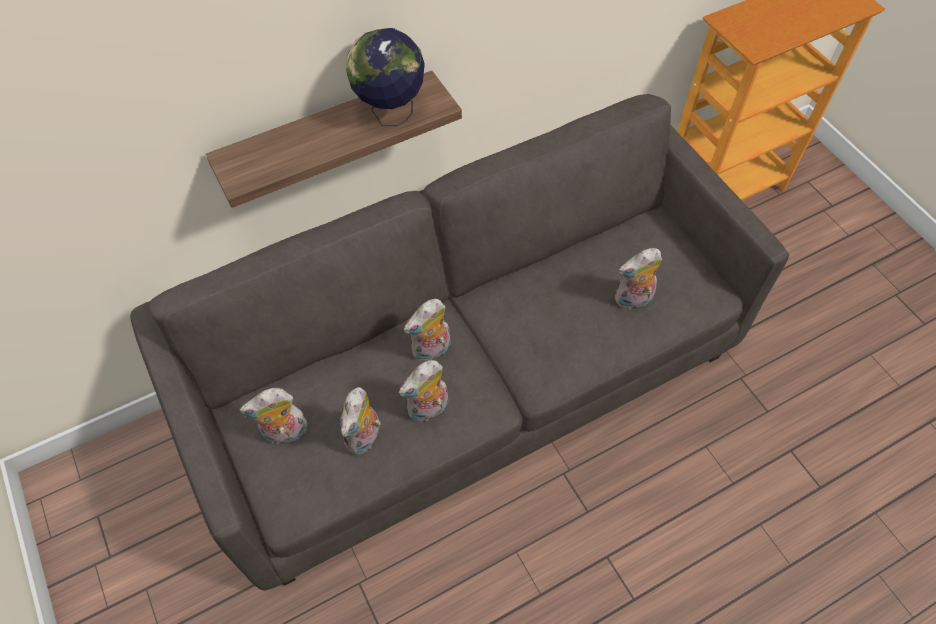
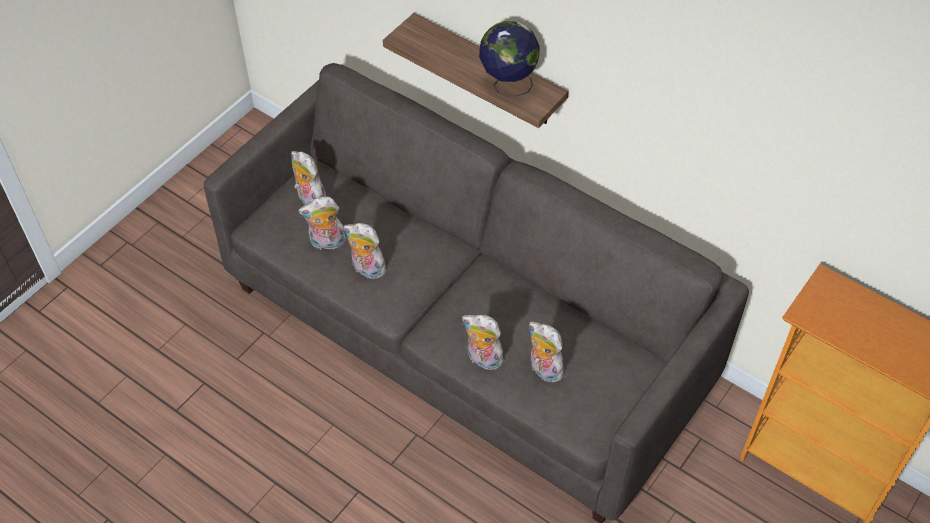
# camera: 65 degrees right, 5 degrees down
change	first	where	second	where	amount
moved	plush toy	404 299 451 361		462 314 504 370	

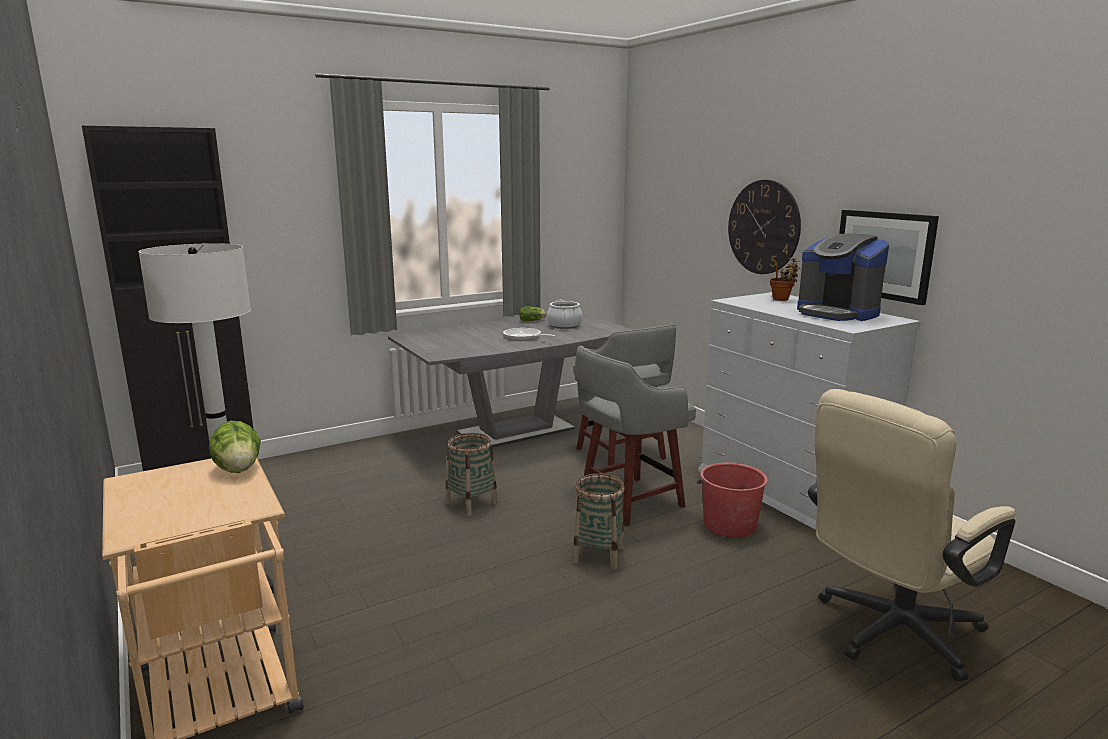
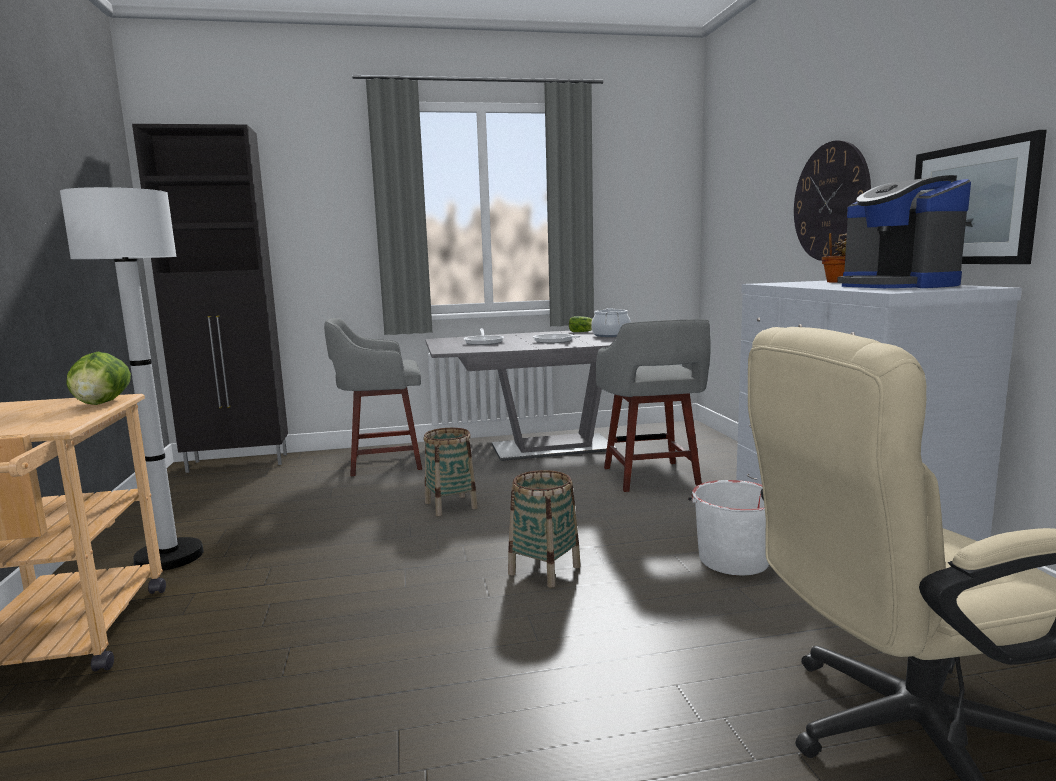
# camera: 20 degrees right, 5 degrees down
change	first	where	second	where	amount
moved	stool/grey	577 346 696 526		324 318 422 476	
recoloured	bucket/red	697 463 768 537	bucket/white	688 480 769 576	
added			frying pan	463 328 504 345	

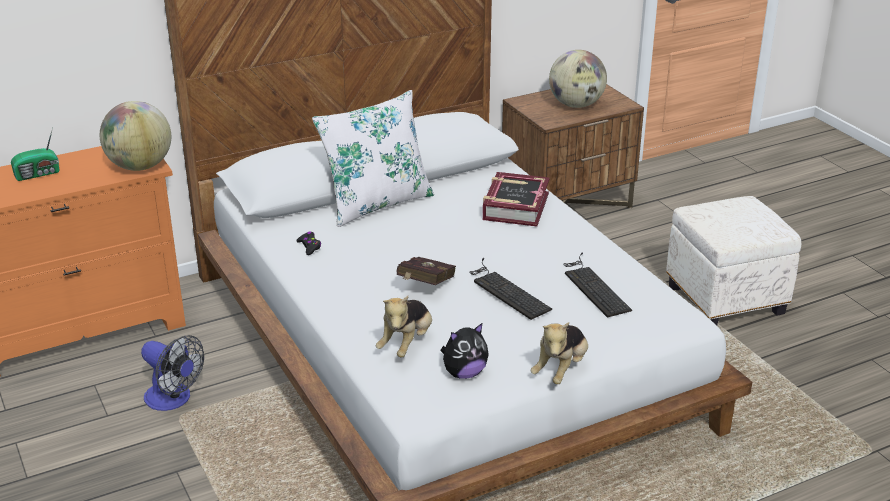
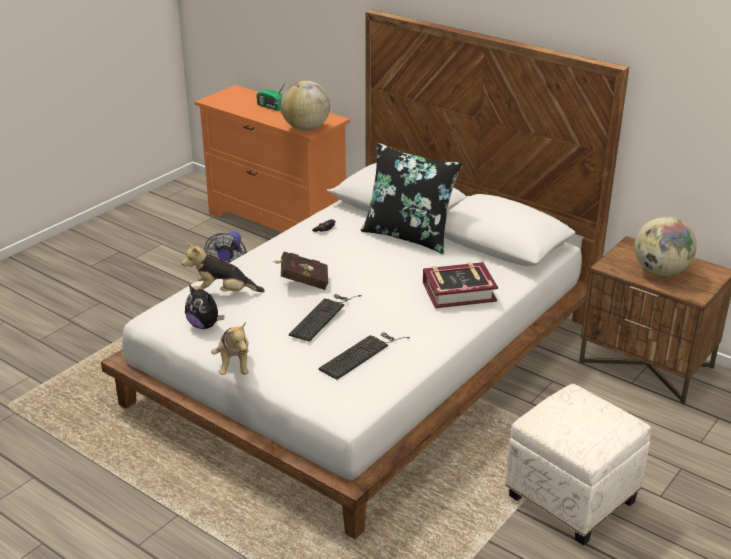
# camera: 65 degrees right, 0 degrees up
change	first	where	second	where	amount
recoloured	pillow/white	312 90 434 227	pillow/black	361 143 463 254	
turned	plush toy	531 322 588 384		211 321 249 375	105 degrees counterclockwise

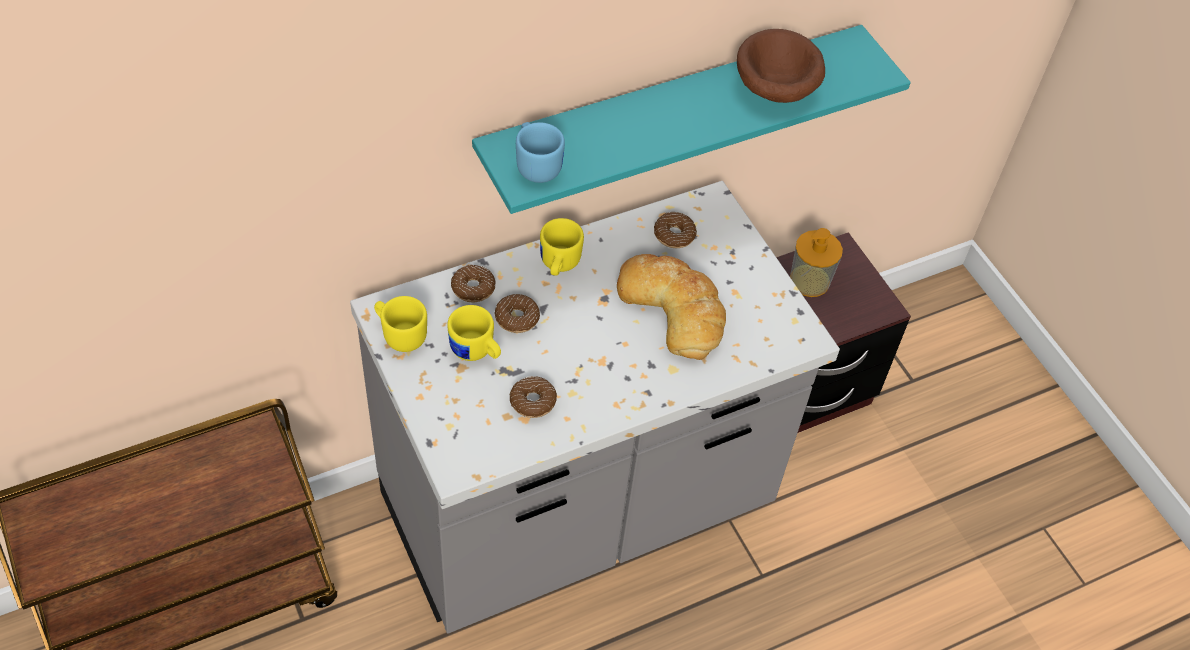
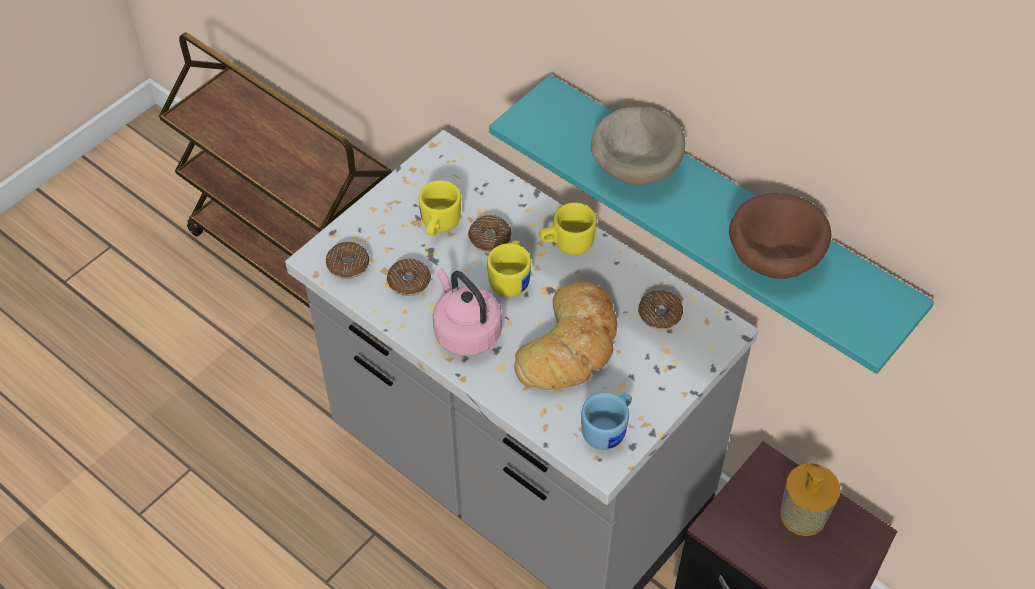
# camera: 70 degrees right, 0 degrees up
change	first	where	second	where	amount
moved	mug/yellow	374 296 427 352		487 241 531 297	
moved	donut	451 264 496 302		326 242 370 279	
moved	mug/blue	516 122 565 183		581 392 632 450	
added			kettle/pink	433 269 502 356	
added			bowl/beige	591 107 685 185	

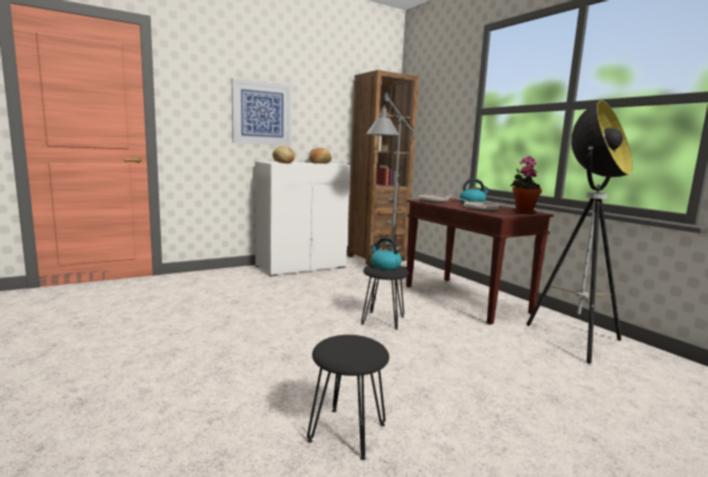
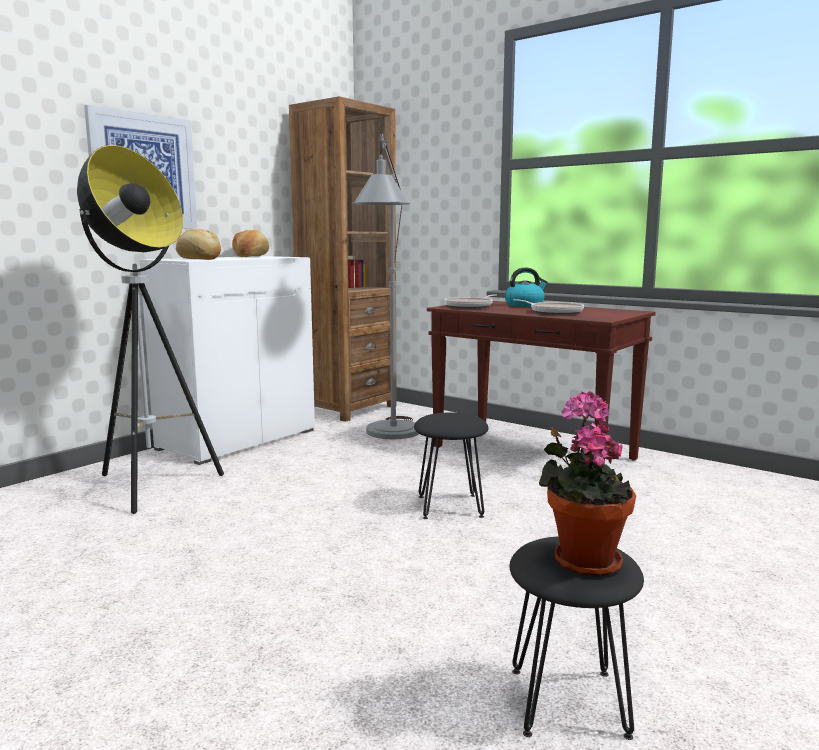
# camera: 20 degrees left, 0 degrees up
change	first	where	second	where	amount
removed	kettle	370 237 402 270			
moved	potted plant	511 156 542 214		539 391 636 577	
moved	floor lamp	527 100 633 364		77 145 224 514	

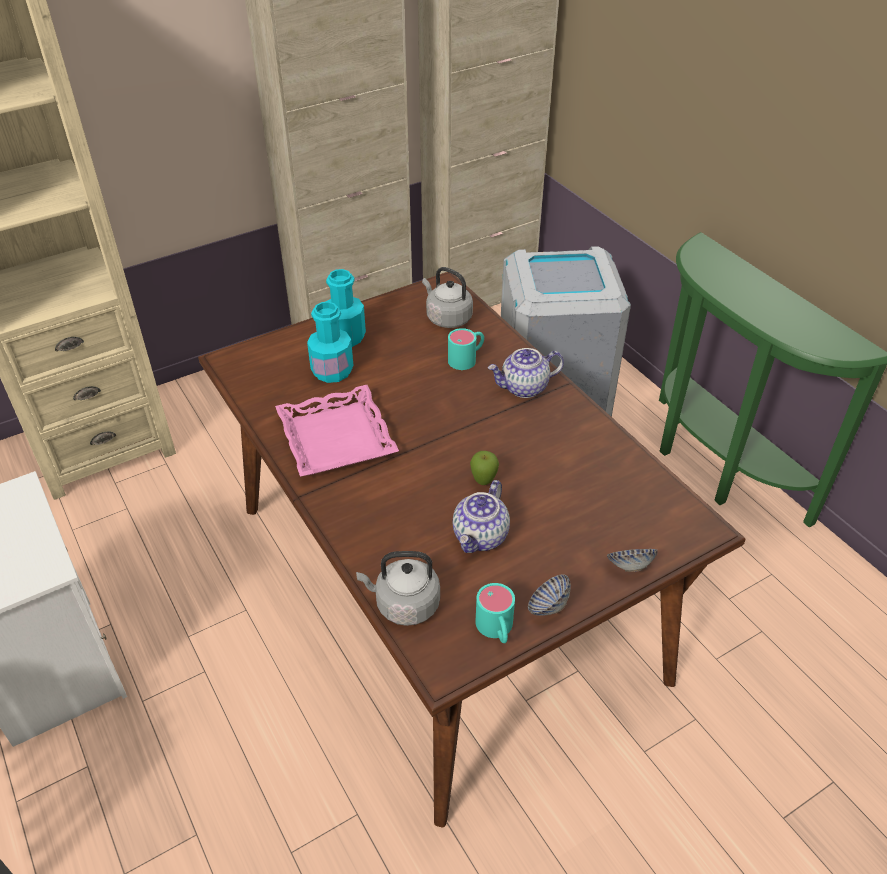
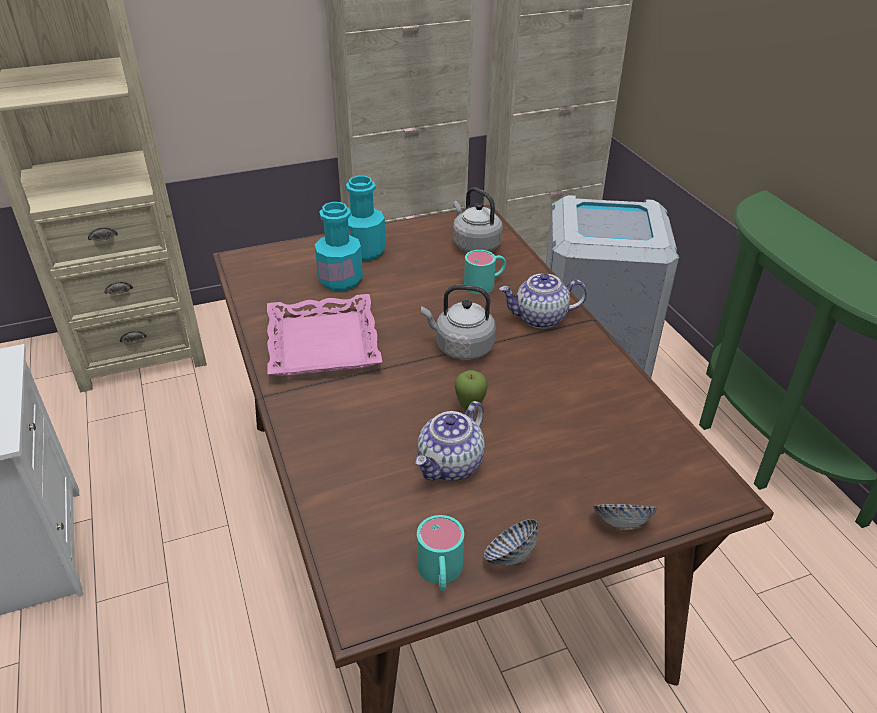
# camera: 10 degrees right, 5 degrees down
change	first	where	second	where	amount
moved	kettle/grey	356 551 440 626		421 285 496 360	

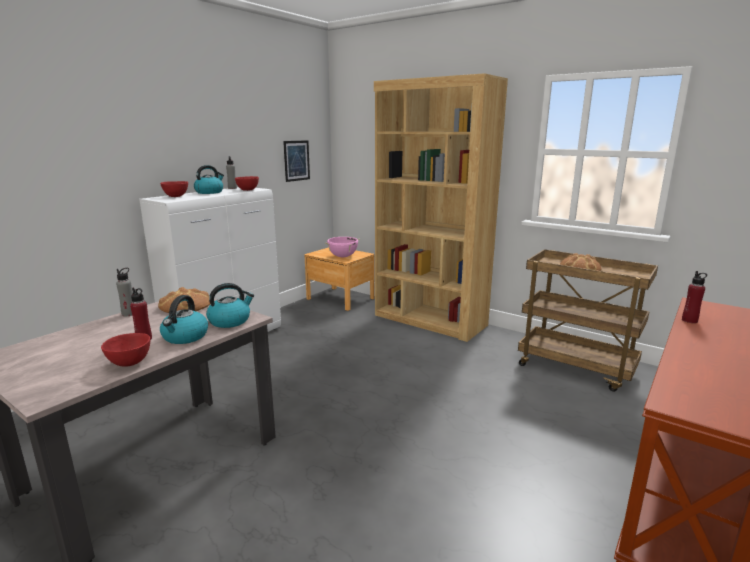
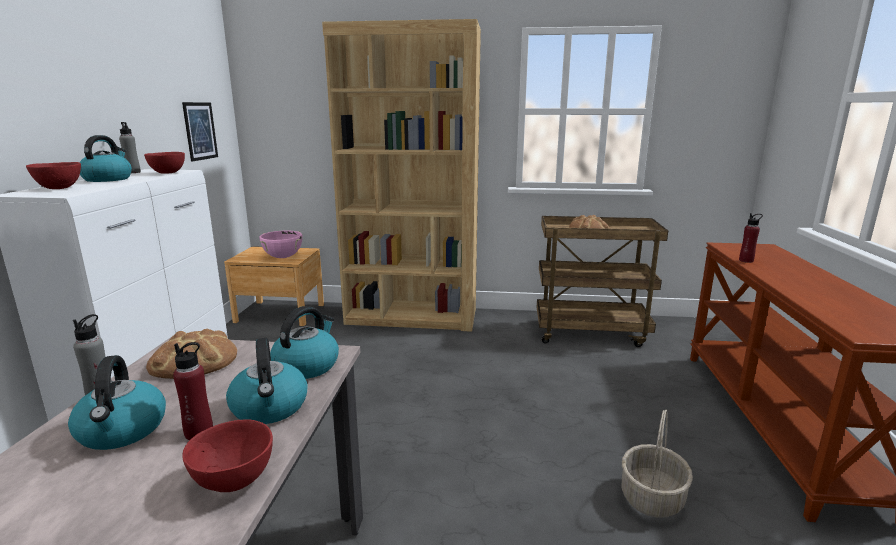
# camera: 30 degrees left, 0 degrees up
change	first	where	second	where	amount
added			kettle	68 355 166 450	
added			basket	622 409 693 518	

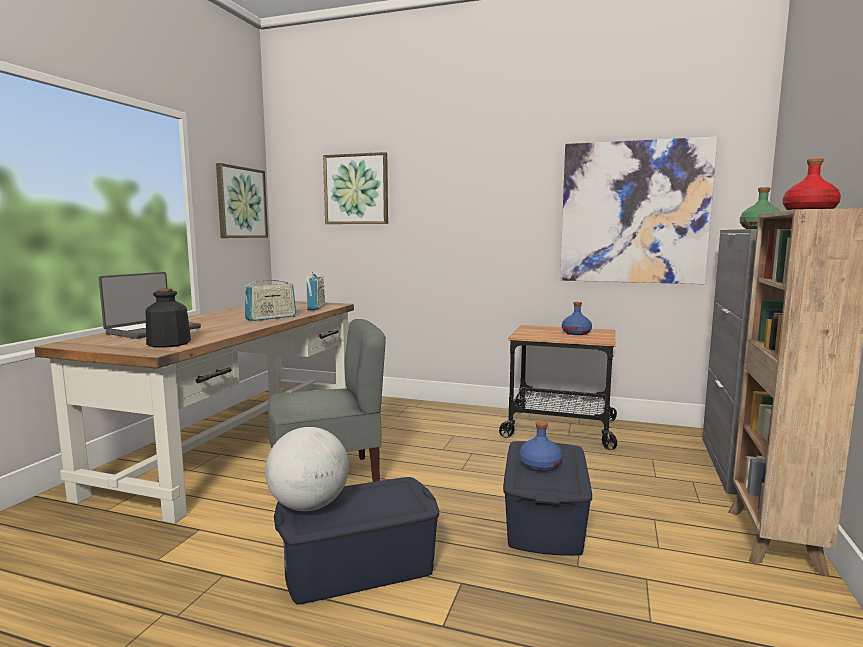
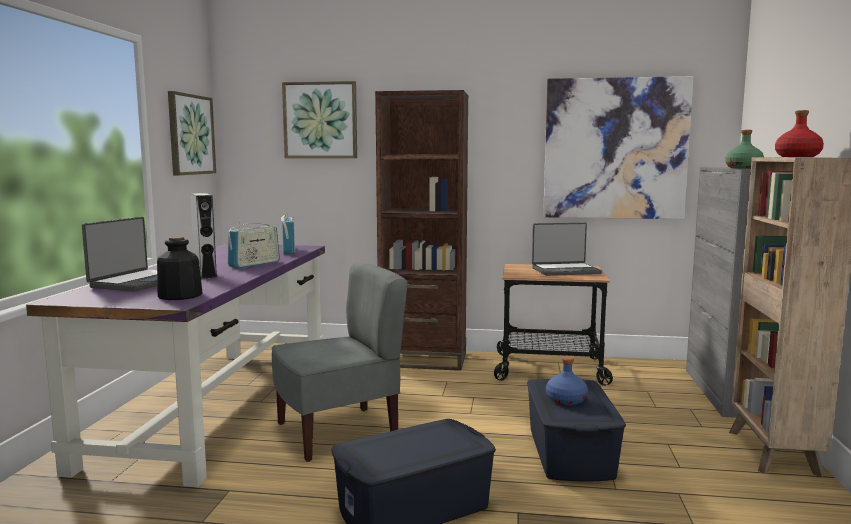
# camera: 10 degrees left, 0 degrees up
change	first	where	second	where	amount
recoloured	desk/brown	34 301 354 524	desk/purple	26 244 325 487	
removed	globe	265 427 349 511			
replaced	bottle/blue	562 302 592 335	laptop	532 222 602 276	
added			speaker/grey	190 193 217 279	
added			bookcase/brown	375 90 469 371	

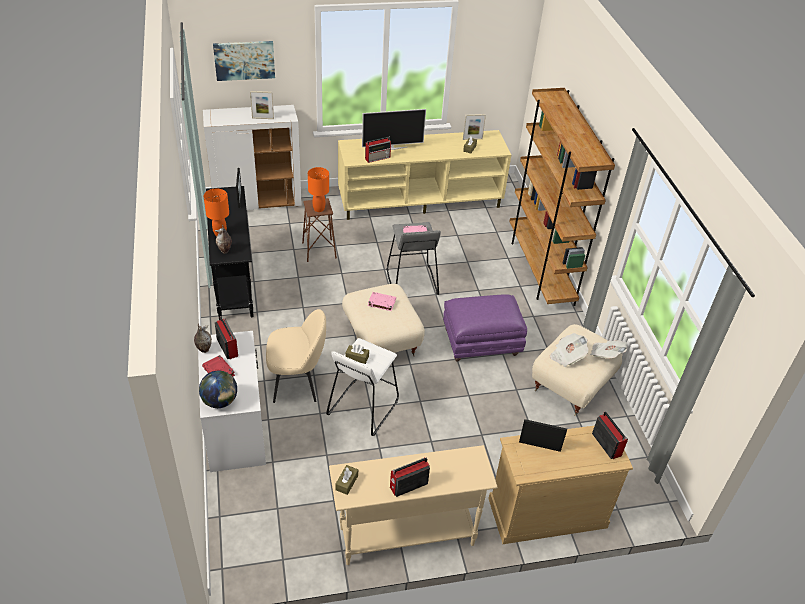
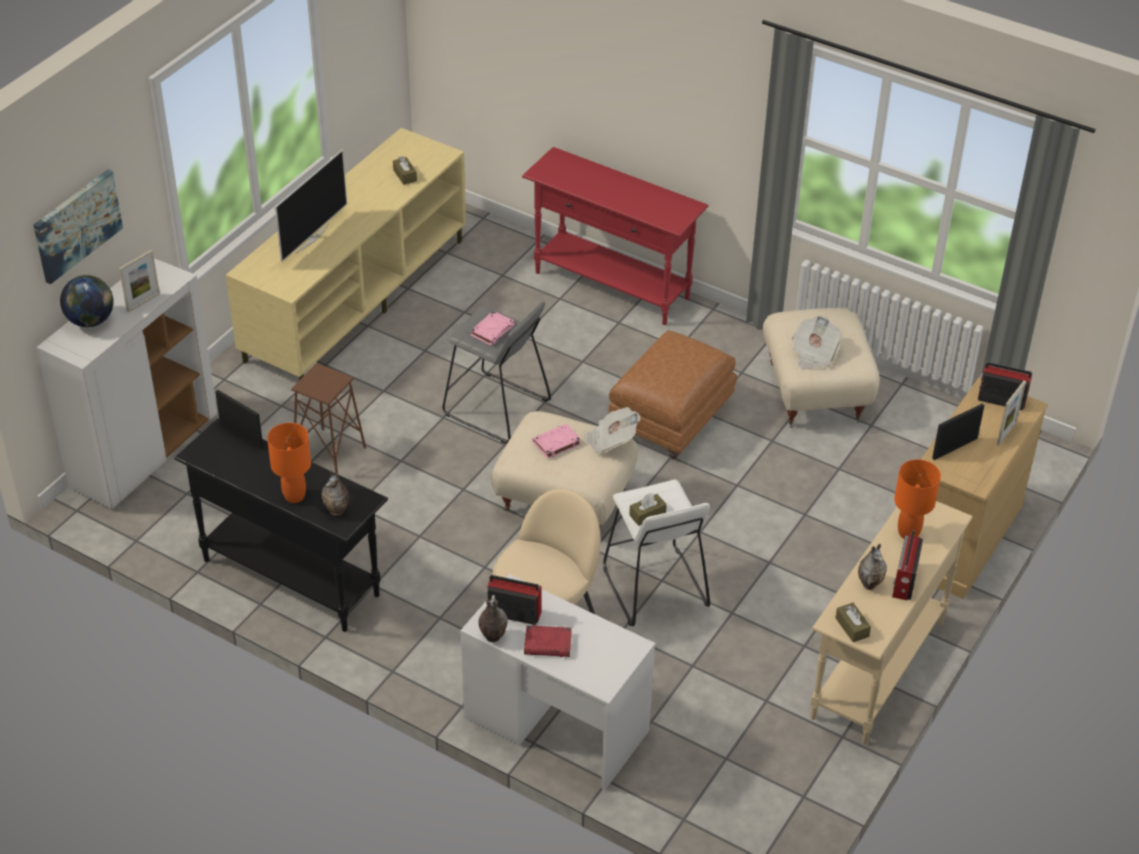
# camera: 45 degrees left, 0 degrees up
change	first	where	second	where	amount
moved	globe	199 371 237 408		60 275 114 327	
moved	table lamp/orange	308 167 329 212		894 459 941 539	
removed	radio	365 136 391 163			
recoloured	ottoman/purple	443 294 527 362	ottoman/brown	609 330 737 459	
moved	picture frame	463 114 486 140		997 381 1026 445	
replaced	bookcase/brown	509 88 615 306	console table/red	522 147 709 325	
moved	newspaper	590 340 628 358		584 407 641 454	
added			vase	858 544 887 590	

